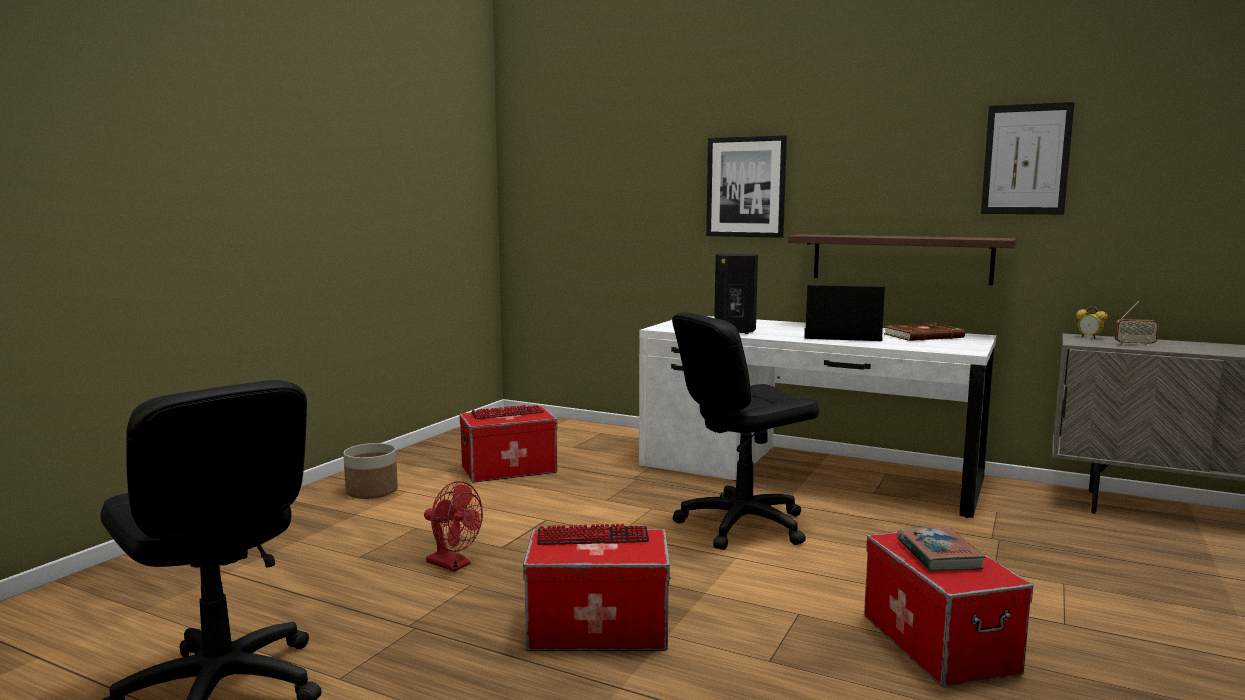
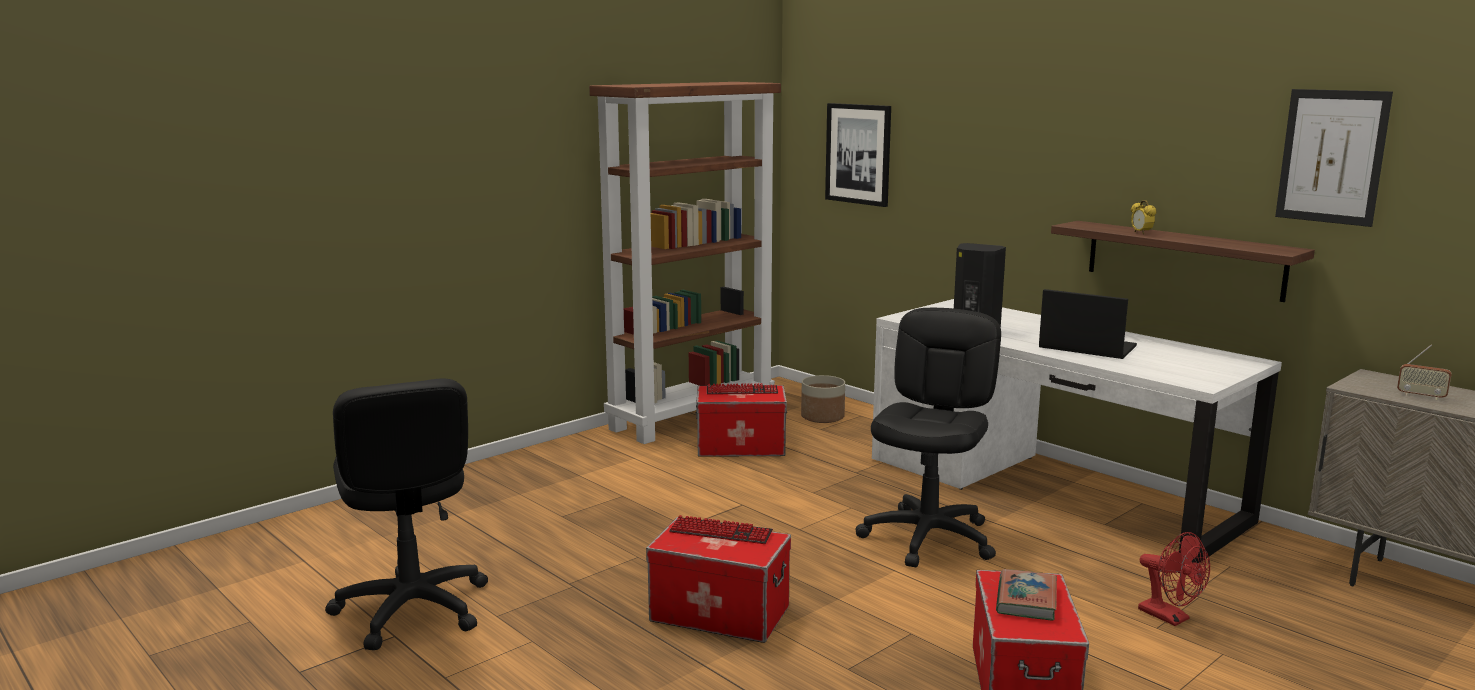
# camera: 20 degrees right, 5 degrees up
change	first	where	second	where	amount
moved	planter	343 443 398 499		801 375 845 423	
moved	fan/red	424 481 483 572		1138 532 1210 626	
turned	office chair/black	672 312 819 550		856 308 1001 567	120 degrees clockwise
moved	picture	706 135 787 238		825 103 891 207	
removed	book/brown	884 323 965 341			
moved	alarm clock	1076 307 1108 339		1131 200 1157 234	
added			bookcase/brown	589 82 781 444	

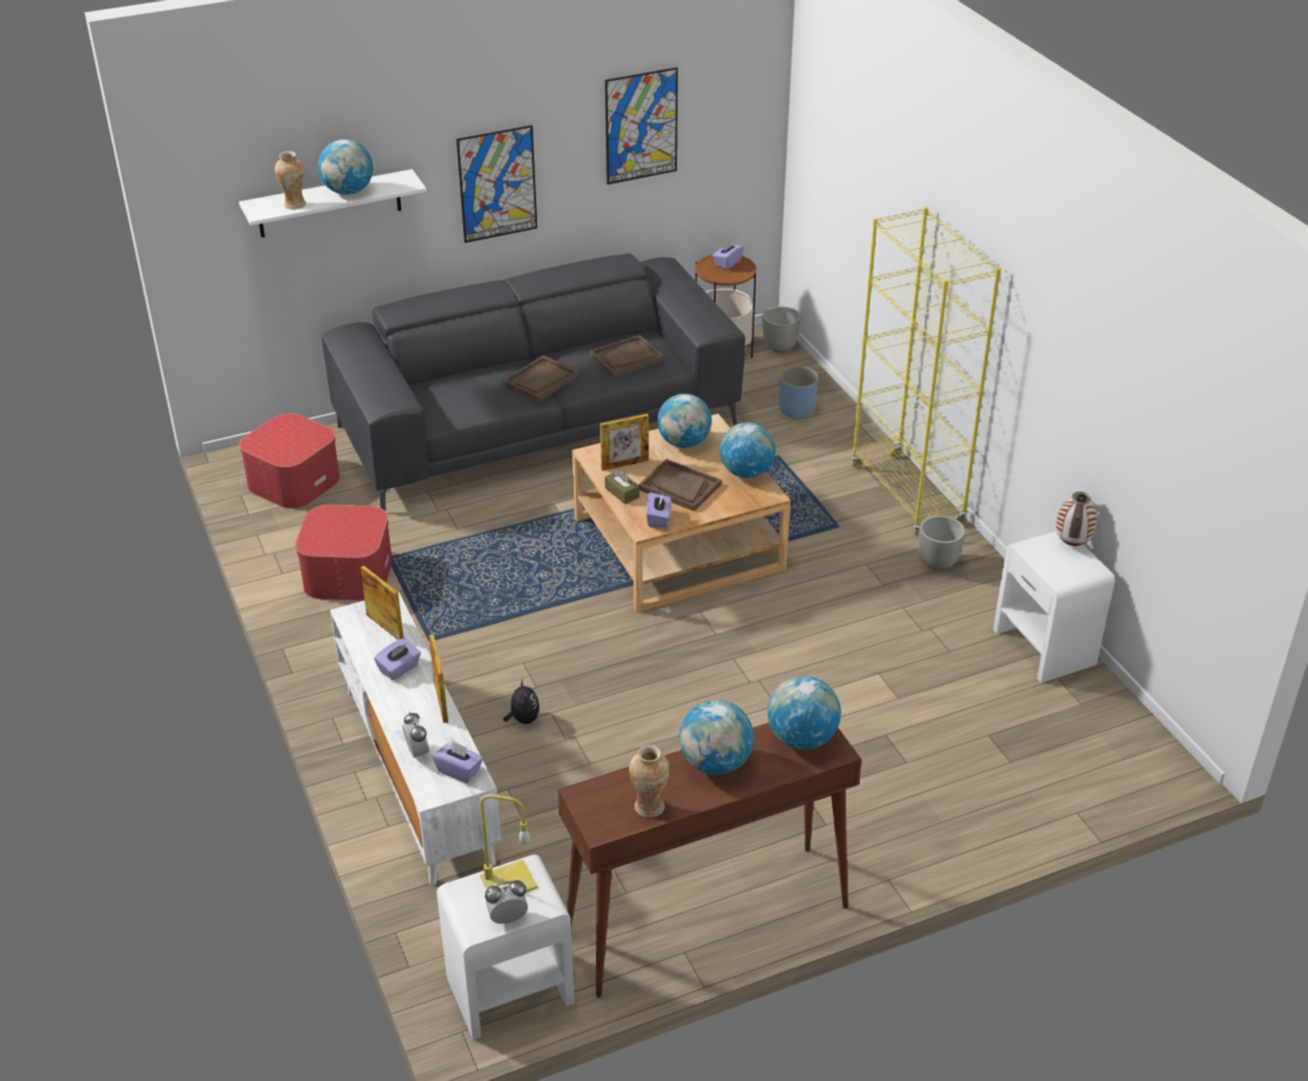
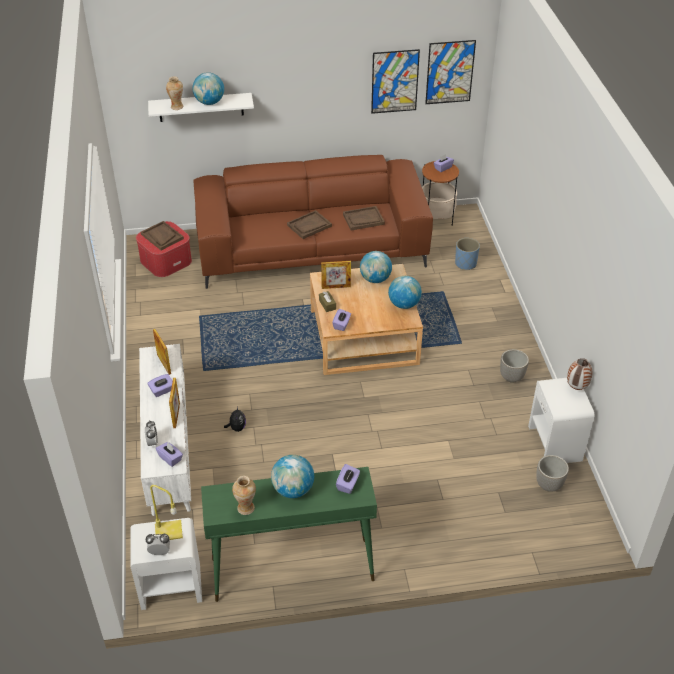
# camera: 15 degrees right, 5 degrees up
change	first	where	second	where	amount
removed	ottoman	295 505 392 601			
recoloured	sofa/grey	322 253 745 510	sofa/brown	193 155 433 289	
moved	picture	456 125 537 243		425 40 476 104	
recoloured	console table/brown	558 722 862 998	console table/green	201 467 377 602	
moved	tray/brown	638 459 722 511		141 221 184 250	
moved	planter	762 306 801 353		536 455 569 492	
replaced	globe	767 676 841 750	tissue box/purple	336 464 360 494	
removed	bookcase/yellow	851 207 1001 536			

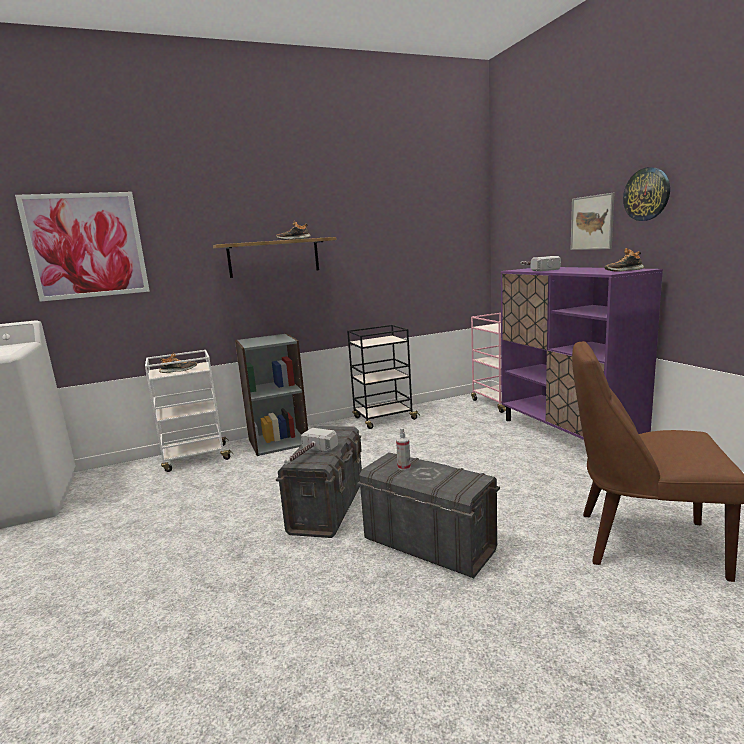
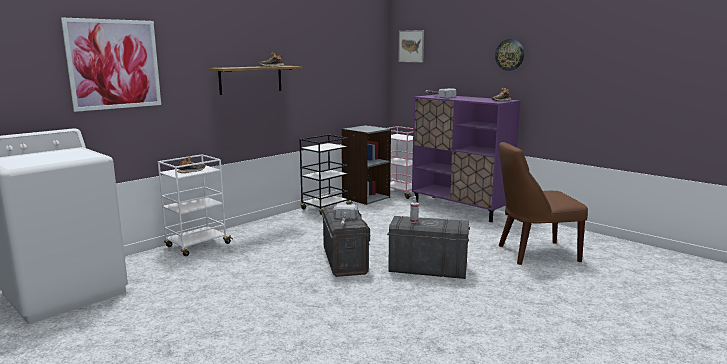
# camera: 25 degrees left, 0 degrees up
change	first	where	second	where	amount
moved	bookcase/grey	235 333 308 456		341 125 391 205	
moved	picture	571 193 614 250		398 30 424 63	

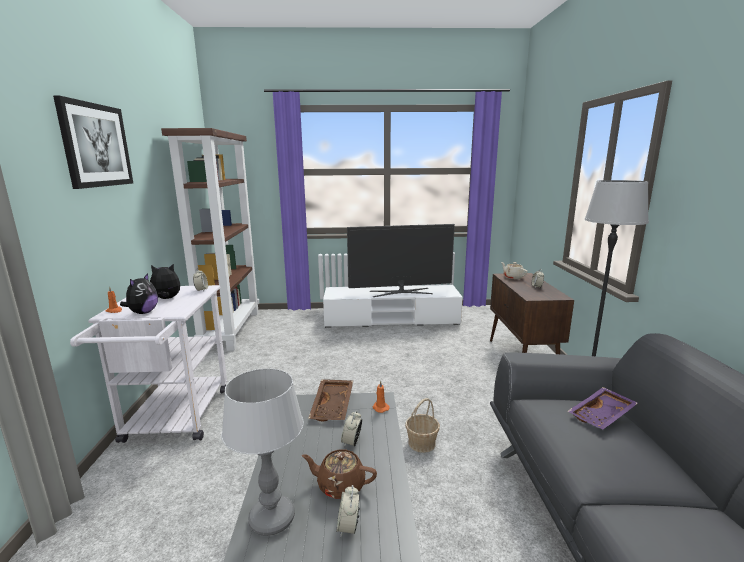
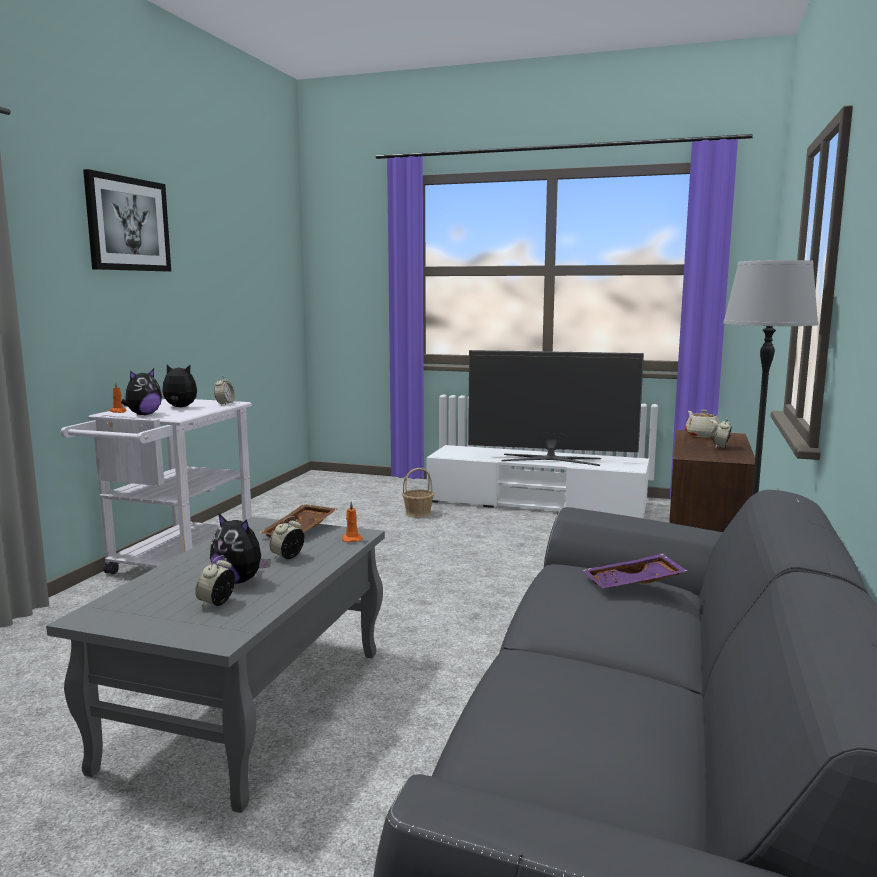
# camera: 20 degrees right, 5 degrees down
change	first	where	second	where	amount
removed	bookcase/brown	161 128 259 351			
removed	table lamp	222 368 304 536			
replaced	teapot/brown	302 449 377 499	plush toy	210 513 271 584	
moved	basket	405 398 440 453		402 468 434 518	

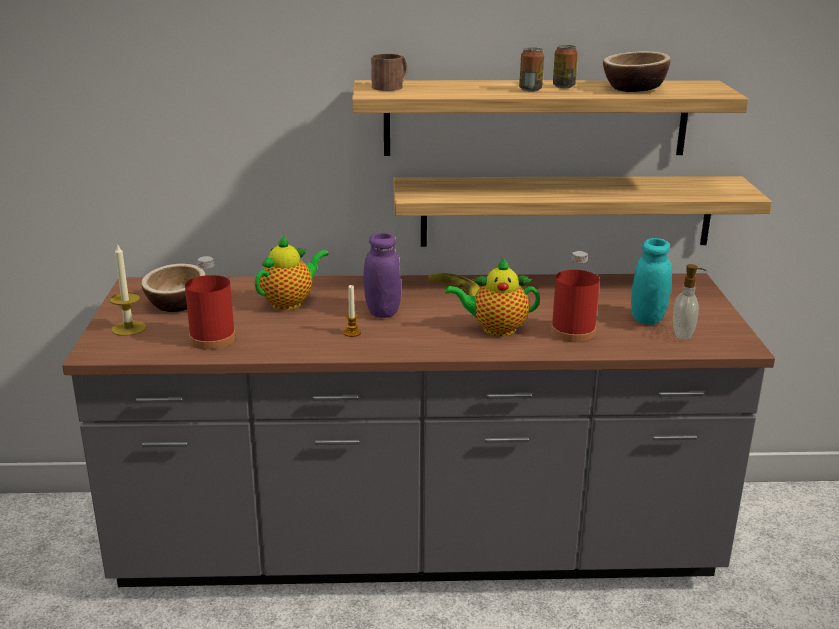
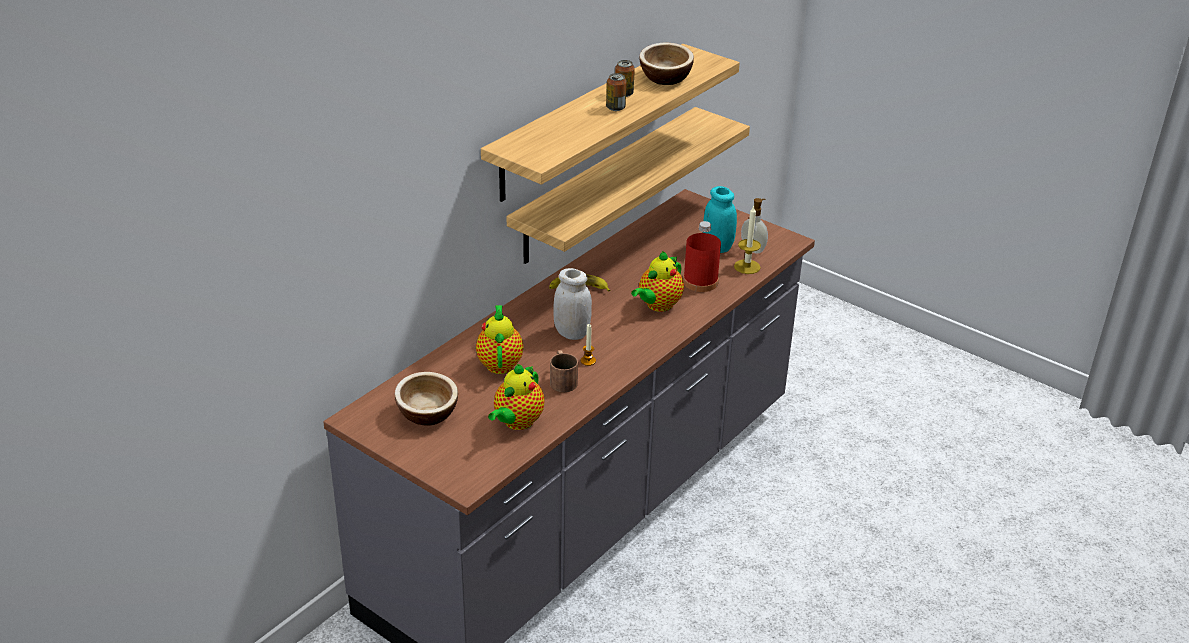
# camera: 50 degrees left, 10 degrees up
change	first	where	second	where	amount
moved	candle	110 243 146 336		734 206 761 274	
replaced	bottle/red	185 256 236 350	teapot	488 364 545 430	
recoloured	jar/purple	363 232 401 318	jar/white	554 268 592 340	
moved	mug/brown	371 54 407 91		550 350 578 392	

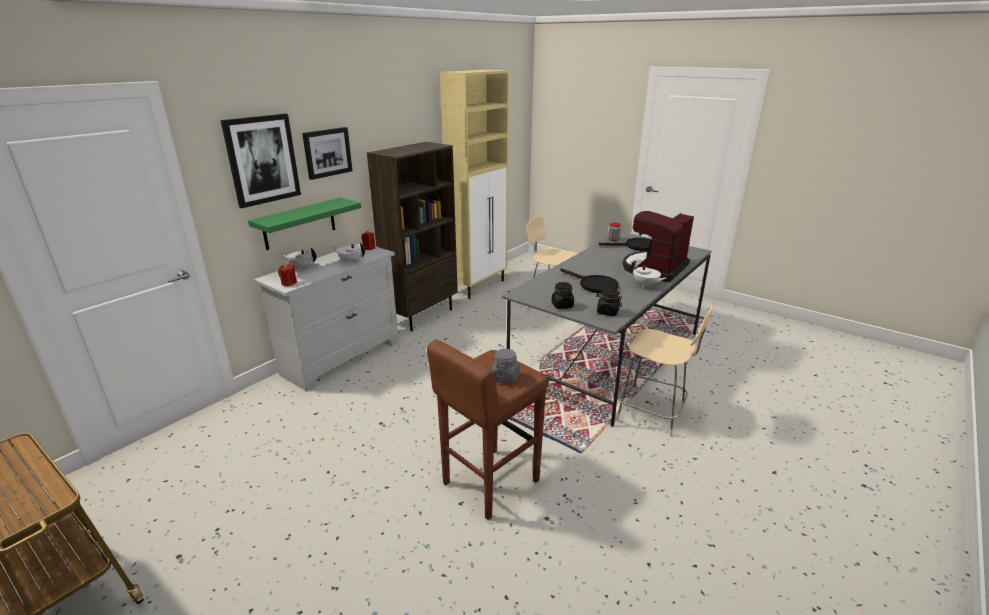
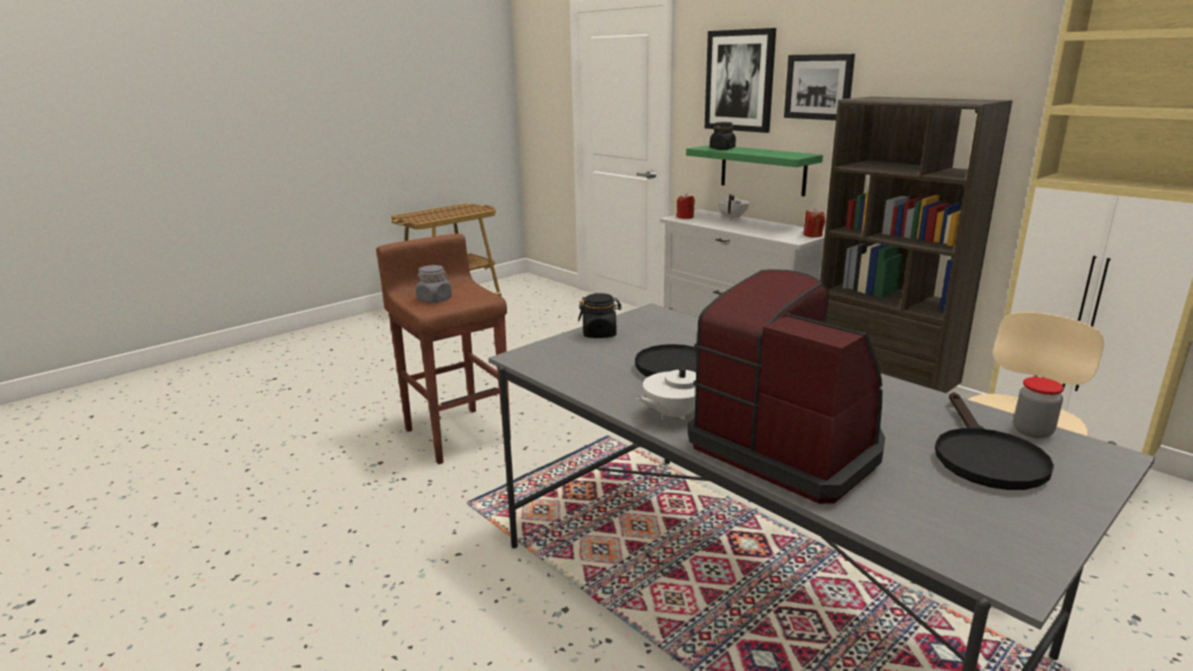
# camera: 100 degrees right, 5 degrees down
change	first	where	second	where	amount
removed	teapot/white	333 242 365 264			
moved	jar/black	596 288 622 316		710 122 736 150	
removed	chair/beige	617 303 713 436			

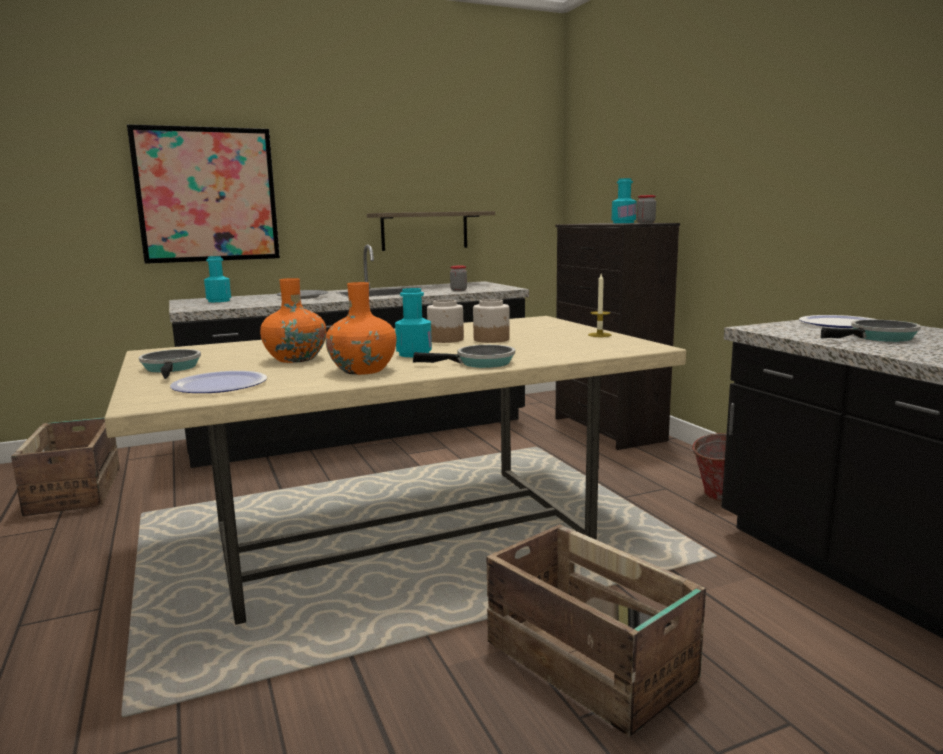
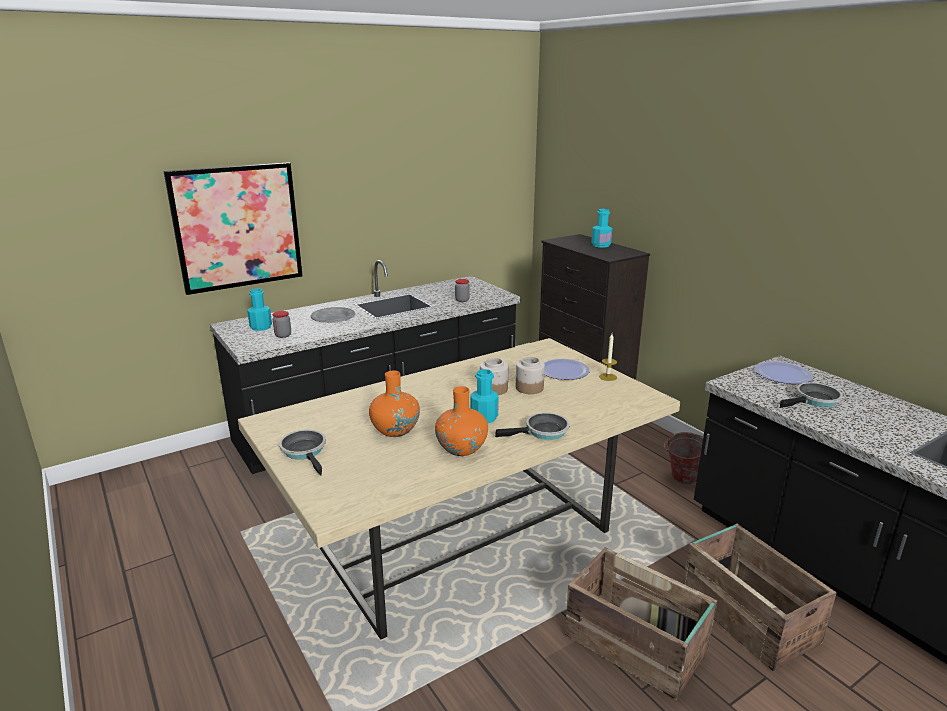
# camera: 10 degrees left, 10 degrees up
change	first	where	second	where	amount
moved	crate	11 417 120 516		683 524 837 671	
moved	plate	170 371 267 393		543 359 590 380	
removed	shelf	367 211 495 251			
moved	jar	637 195 656 223		273 311 291 338	

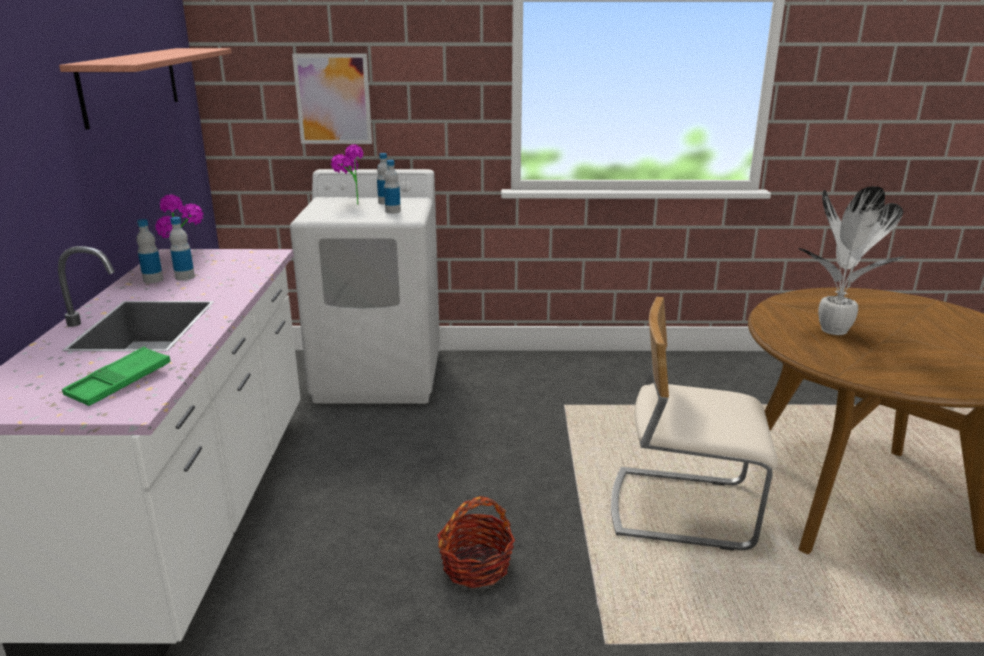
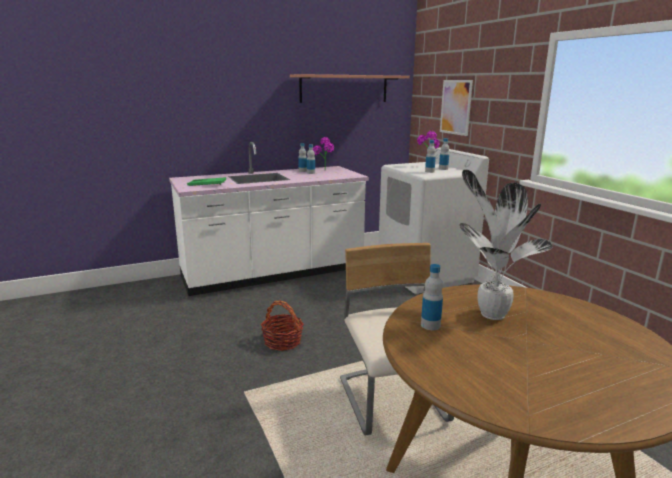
# camera: 65 degrees right, 5 degrees down
change	first	where	second	where	amount
added			bottle	421 264 443 330	

